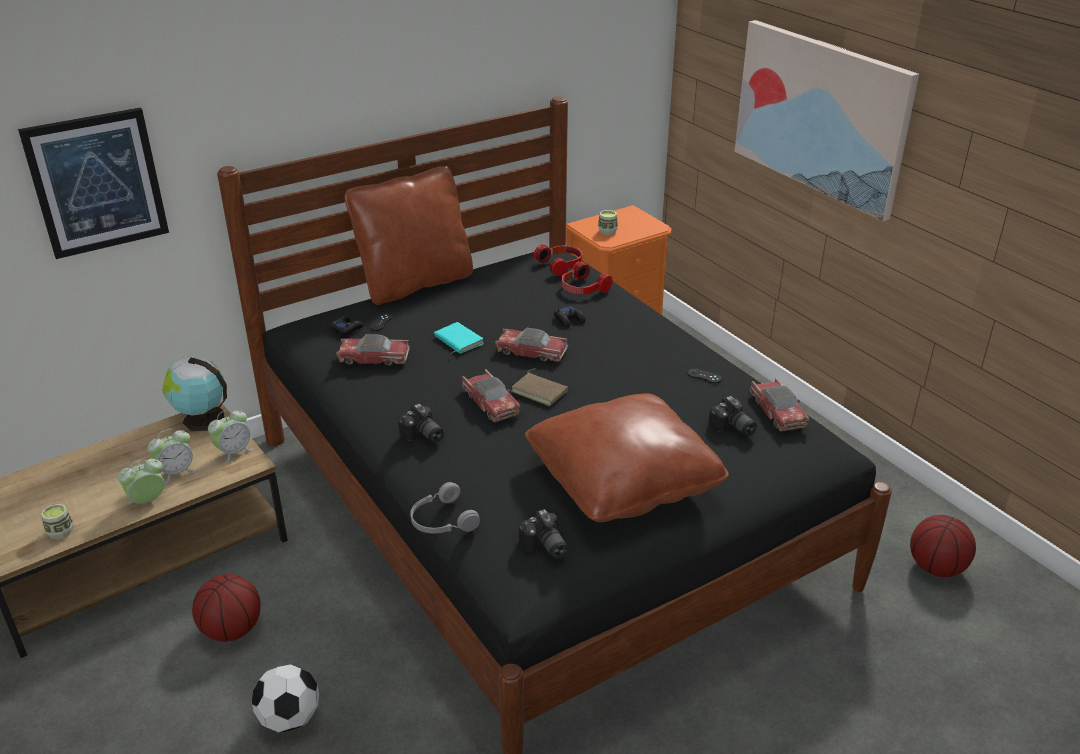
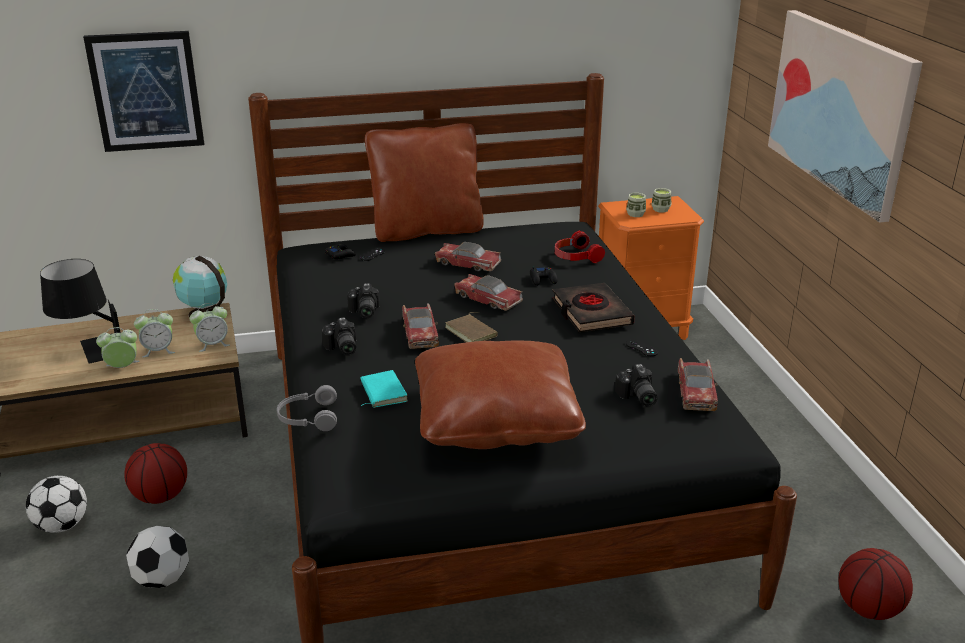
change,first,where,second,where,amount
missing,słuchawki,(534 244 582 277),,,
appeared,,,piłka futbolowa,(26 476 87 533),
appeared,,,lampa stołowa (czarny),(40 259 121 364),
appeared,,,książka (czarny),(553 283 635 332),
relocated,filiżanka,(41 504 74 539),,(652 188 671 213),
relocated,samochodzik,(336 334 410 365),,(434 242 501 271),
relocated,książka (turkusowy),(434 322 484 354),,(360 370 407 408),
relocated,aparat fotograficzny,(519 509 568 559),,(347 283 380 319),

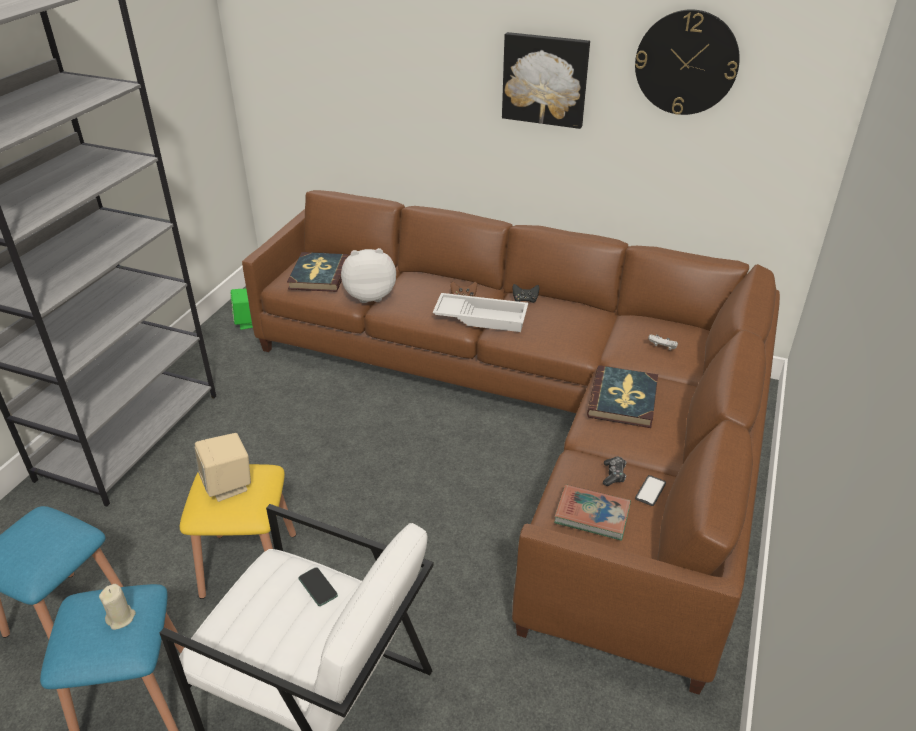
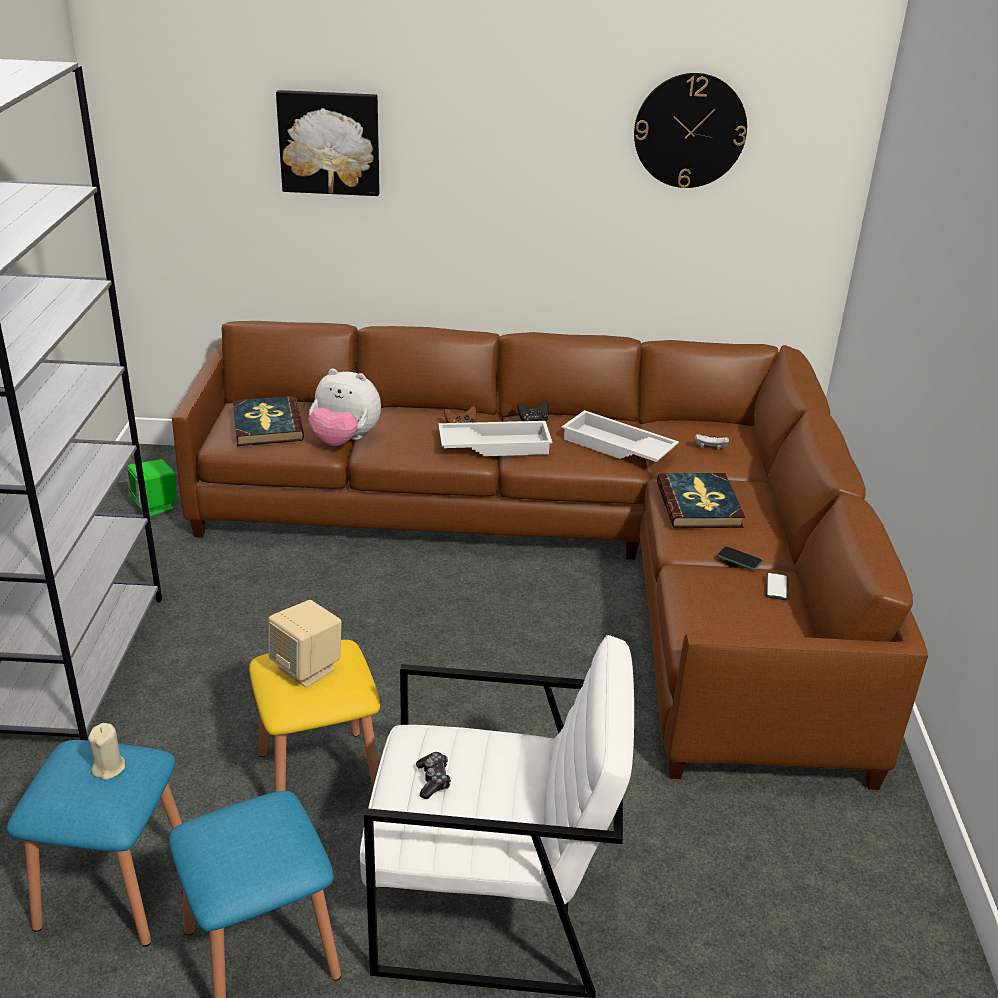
change,first,where,second,where,amount
missing,książka,(554 484 631 541),,,
appeared,,,taca (biały),(562 410 679 462),
relocated,świeca (beżowy),(99 584 136 630),,(88 723 125 780),
relocated,telefon,(299 567 338 606),,(717 546 762 570),
relocated,obraz,(502 32 590 129),,(276 90 380 196),
relocated,pad do gier,(603 457 627 486),,(416 752 451 799),
spun,pluszak,(341 248 396 303),,(308 369 381 446),135 degrees counterclockwise

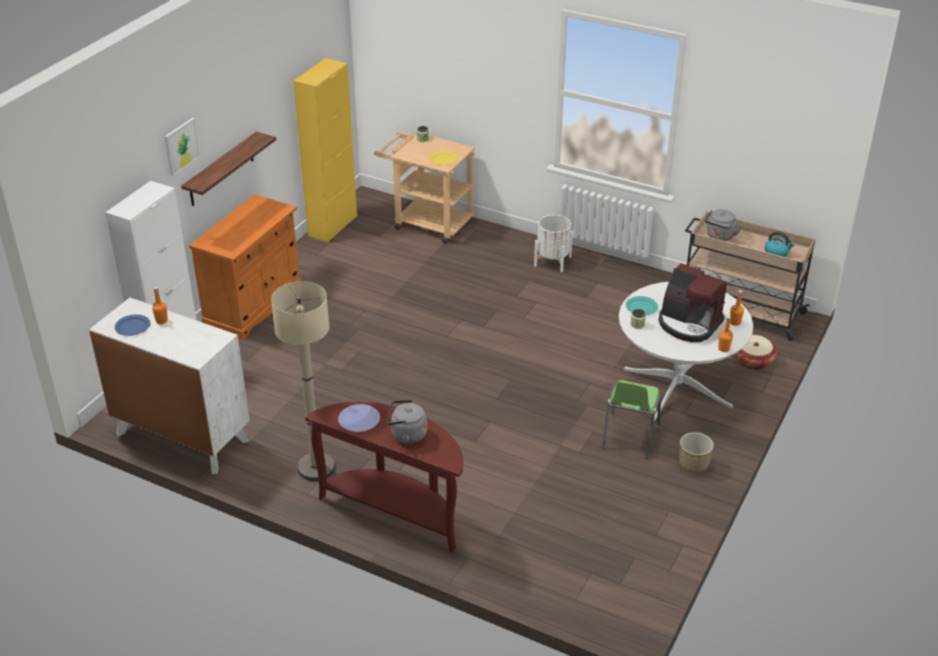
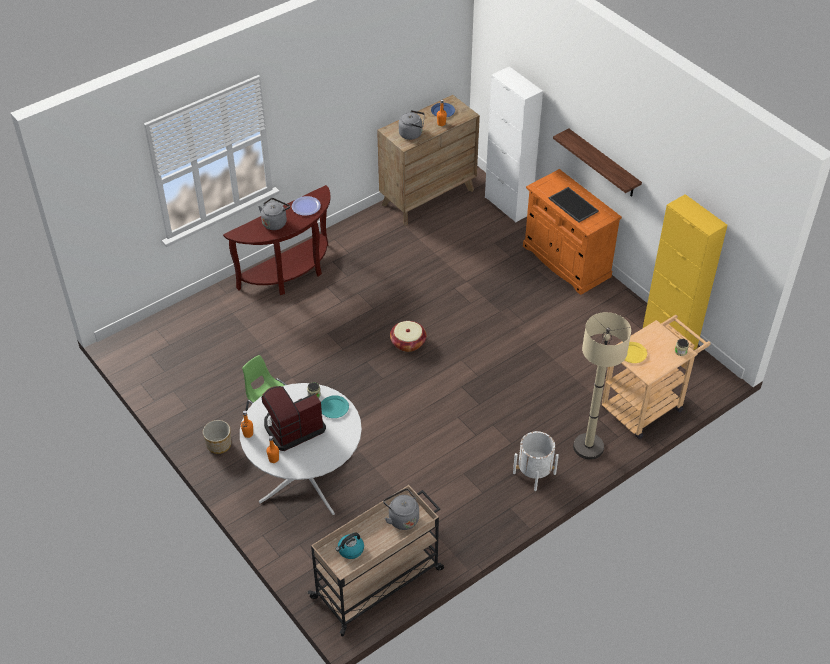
change,first,where,second,where,amount
missing,obraz,(165 118 200 176),,,
appeared,,,czajnik (szary),(399 110 425 140),
appeared,,,taca,(548 187 599 223),
relocated,lampa stojąca (beżowy),(271 281 335 481),,(573 312 631 460),
relocated,koszyk,(734 335 777 370),,(390 321 426 352),
colour,komoda (biały),(89 298 250 474),komoda (brązowy),(377 95 480 226),

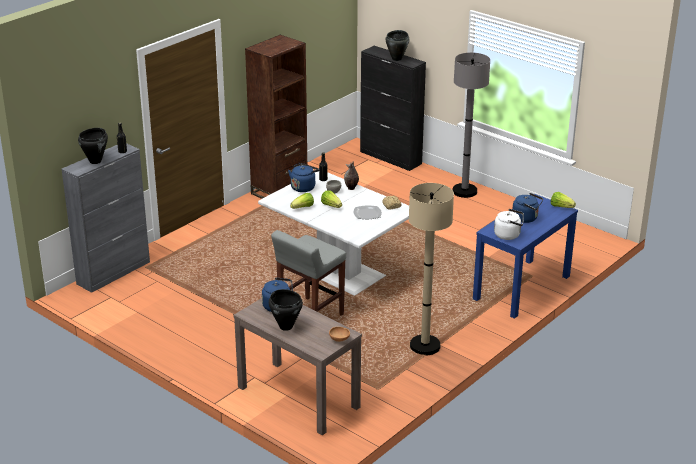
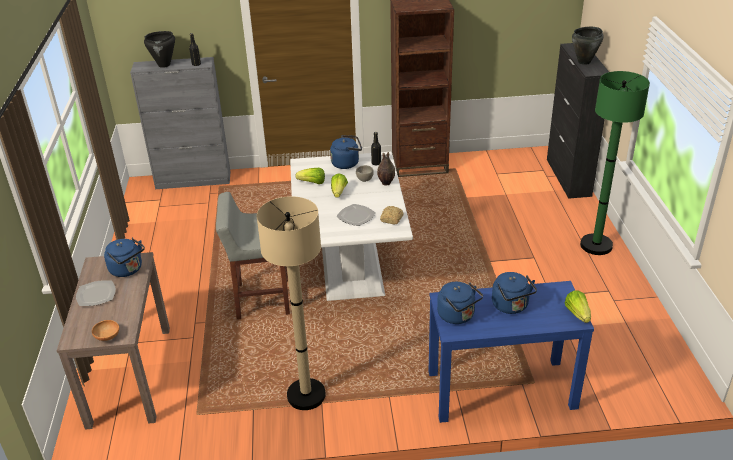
change,first,where,second,where,amount
exchanged,garnek (czarny),(269 289 303 331),talerz,(76 280 116 306),
colour,lampa stojąca (szary),(453 53 490 198),lampa stojąca (zielony),(580 71 650 255),
colour,czajnik (biały),(494 209 524 240),czajnik (niebieski),(437 282 483 324),

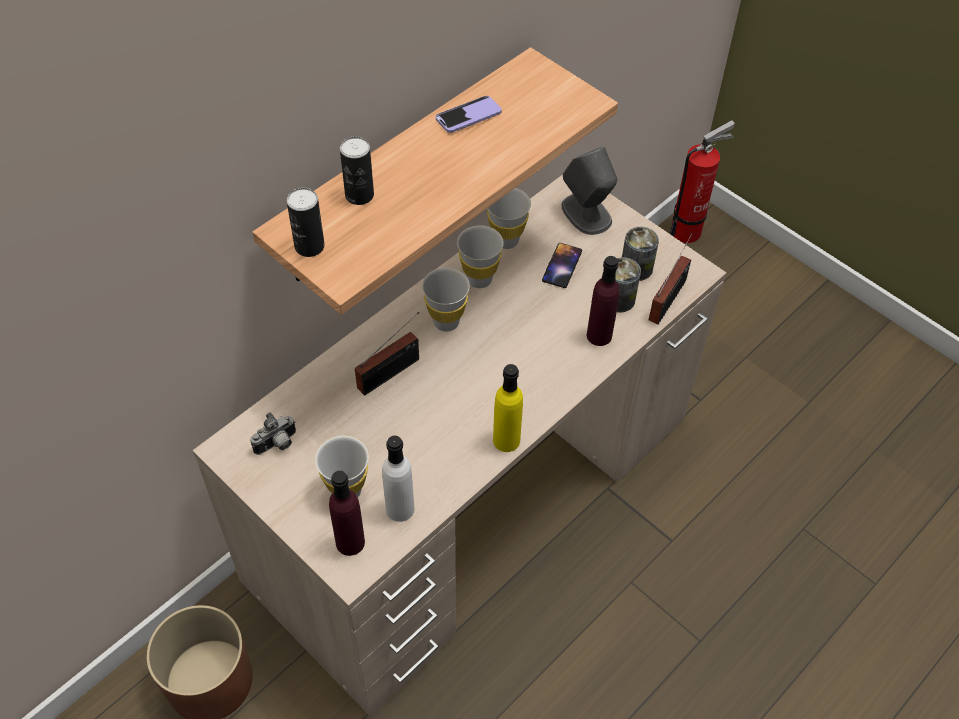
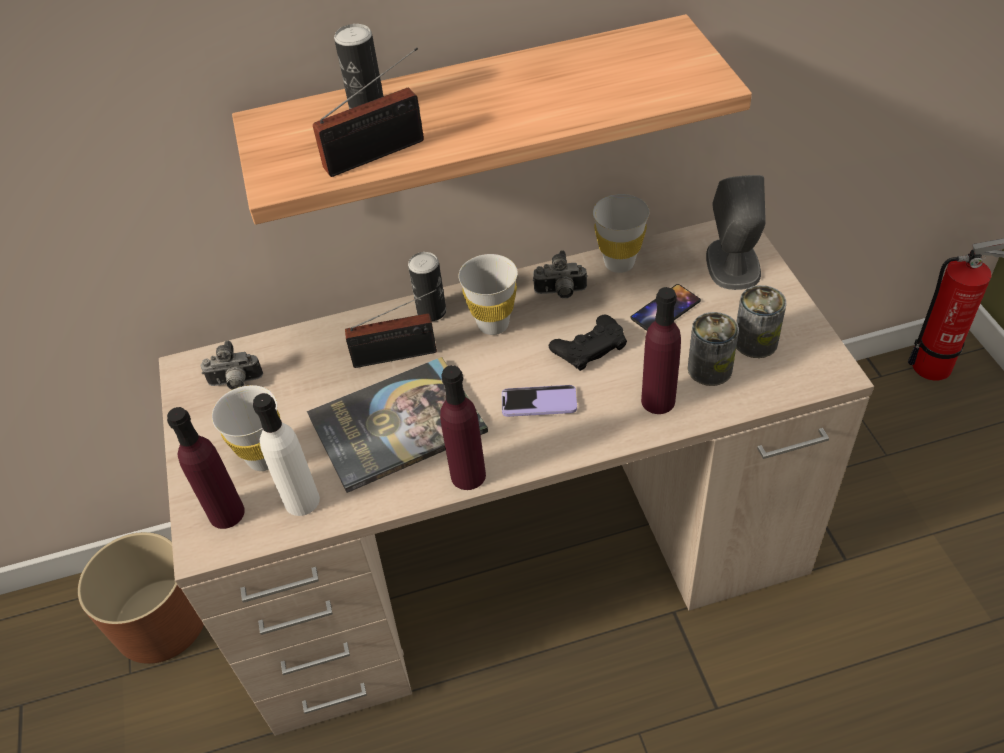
change,first,where,second,where,amount
appeared,,,książka,(307 357 488 493),
appeared,,,pad do gier (czarny),(549 315 627 371),
relocated,puszka,(287 188 325 257),,(408 252 446 321),
relocated,telefon,(436 96 502 133),,(502 385 577 417),
relocated,radio,(649 233 692 324),,(313 47 424 177),
exchanged,filiżanka (biały),(457 225 504 288),aparat fotograficzny,(533 250 587 298),
colour,butelka (żółty),(493 364 523 452),butelka (fioletowy),(440 365 486 490),

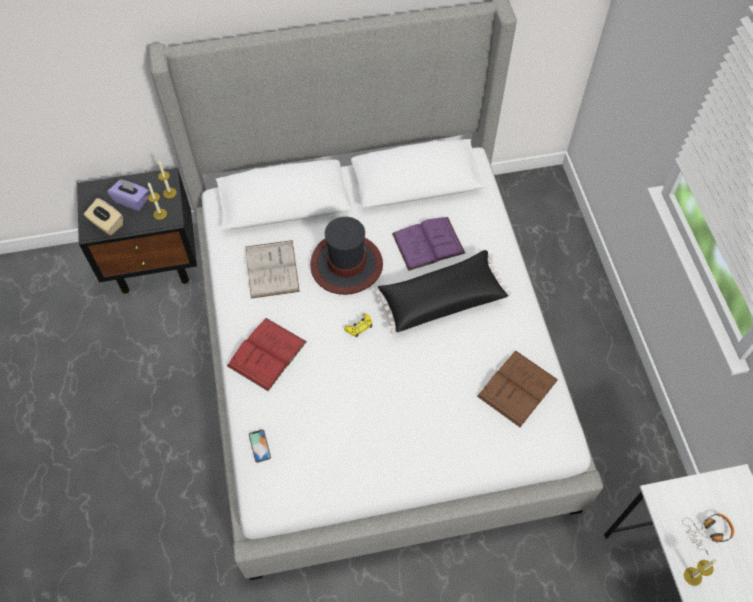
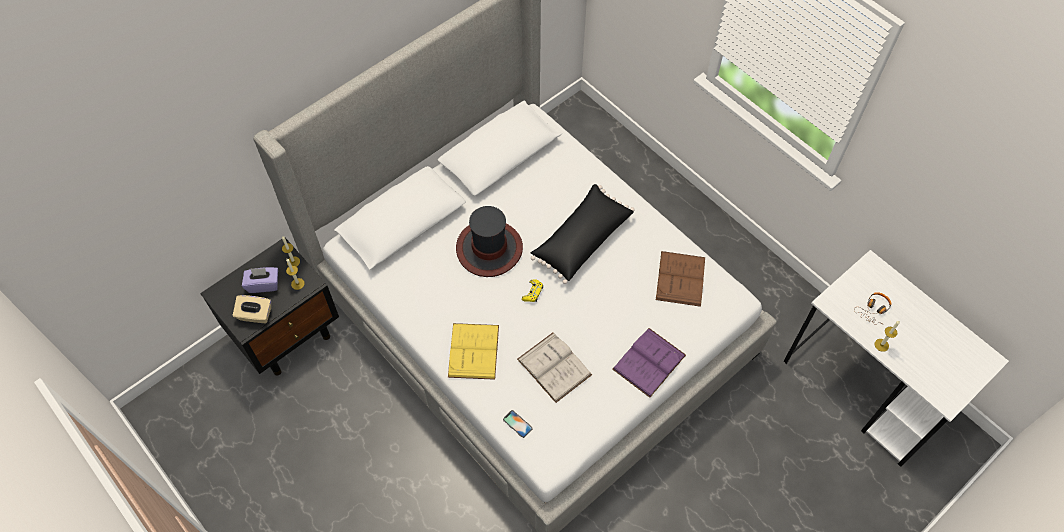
change,first,where,second,where,amount
relocated,książka (biały),(246 240 300 299),,(517 333 592 403),
relocated,książka (fioletowy),(392 217 466 271),,(612 328 686 398),
colour,książka (czerwony),(227 318 307 391),książka (żółty),(448 323 499 380),

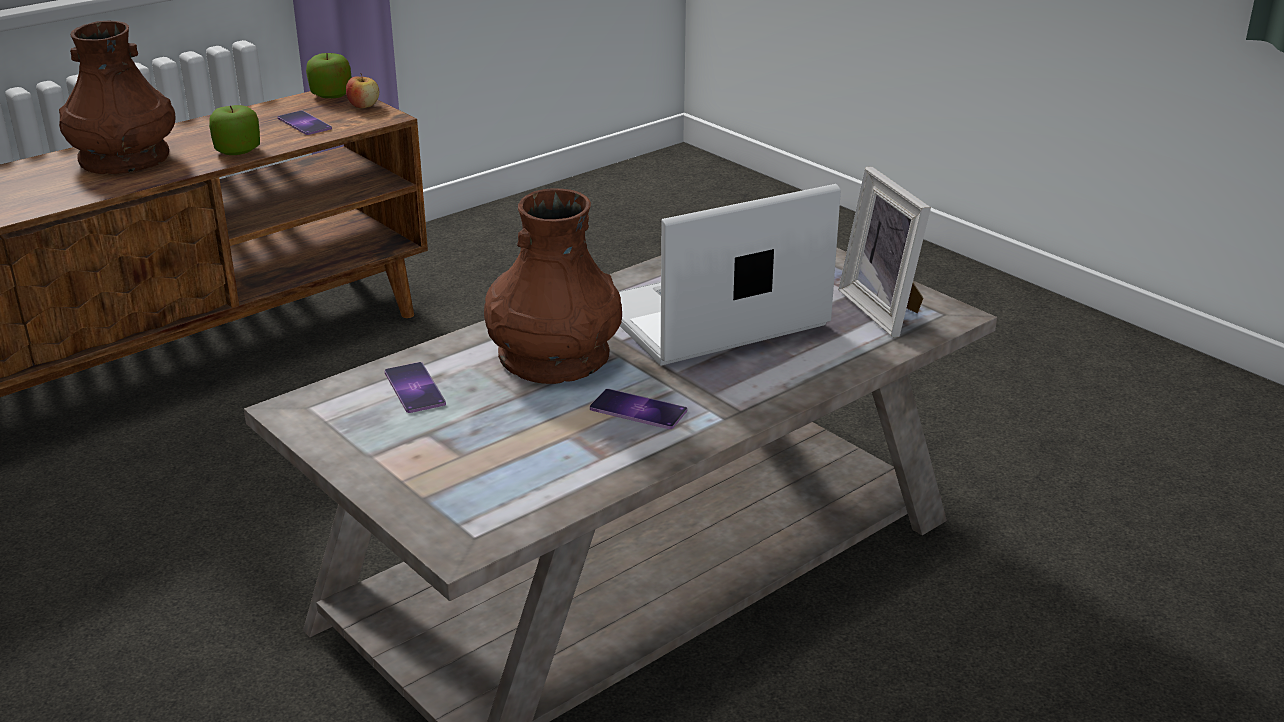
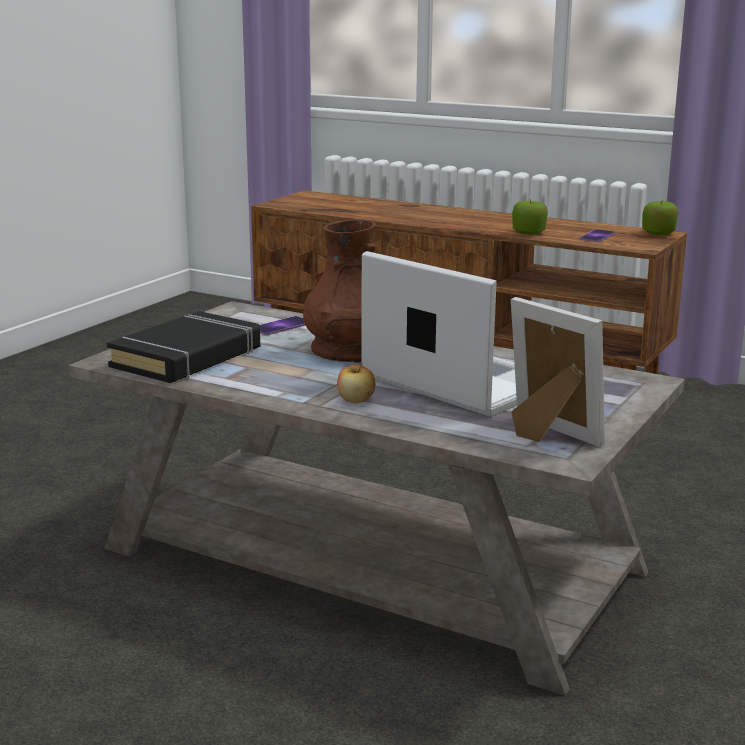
change,first,where,second,where,amount
missing,wazon (brązowy),(59 21 176 174),,,
missing,telefon,(590 389 687 429),,,
appeared,,,książka (czarny),(107 311 260 383),
relocated,jabłko,(346 73 379 108),,(337 363 375 403),
spun,ramka na zdjęcie,(838 167 931 337),,(511 297 605 447),90 degrees clockwise

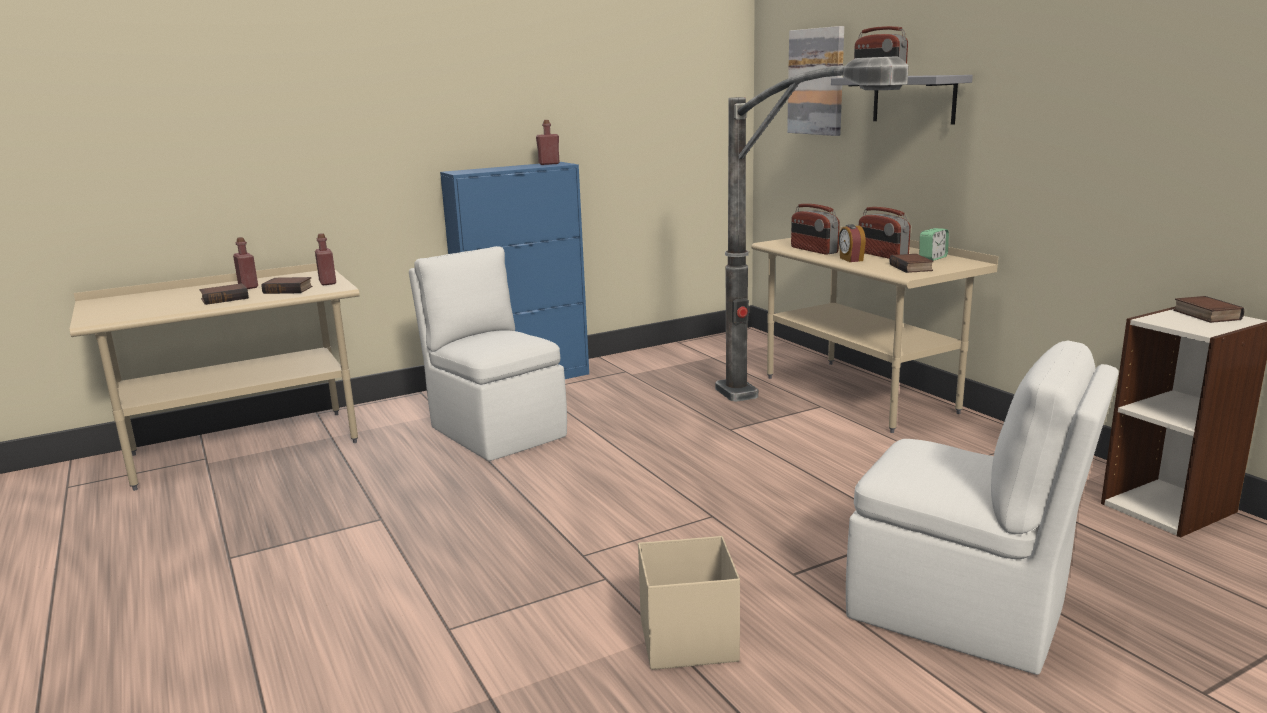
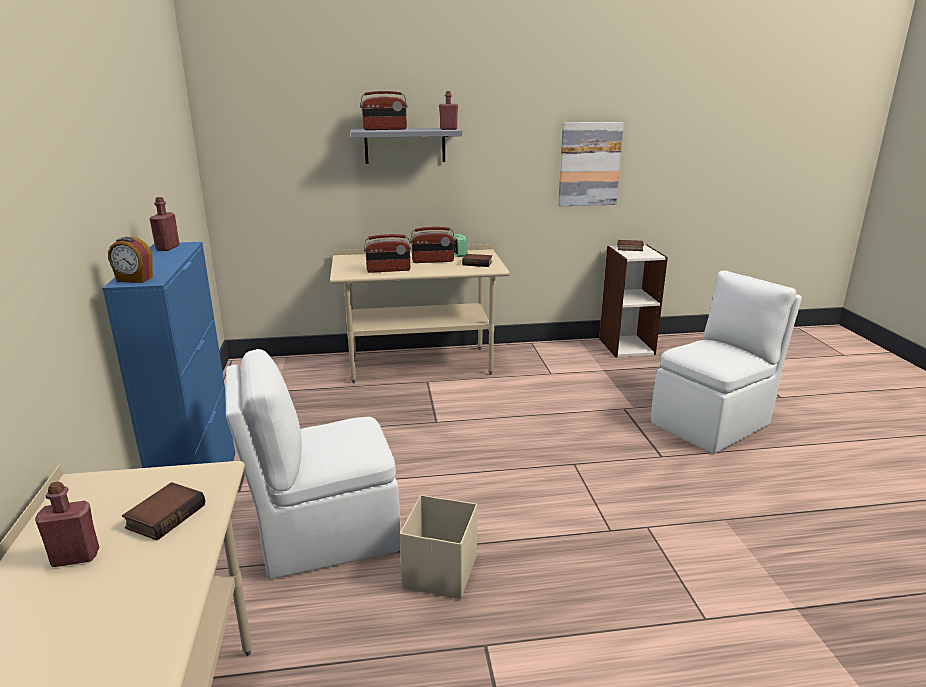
change,first,where,second,where,amount
missing,książka,(199 283 249 305),,,
missing,lampa stojąca,(715 56 909 402),,,
relocated,butelka (czerwony),(315 233 336 285),,(439 91 458 130),
relocated,pojemnik do przechowywania (beżowy),(638 536 740 670),,(400 495 477 599),
relocated,obraz,(787 26 844 136),,(558 122 624 206),
relocated,budzik,(839 224 866 262),,(108 237 153 283),

